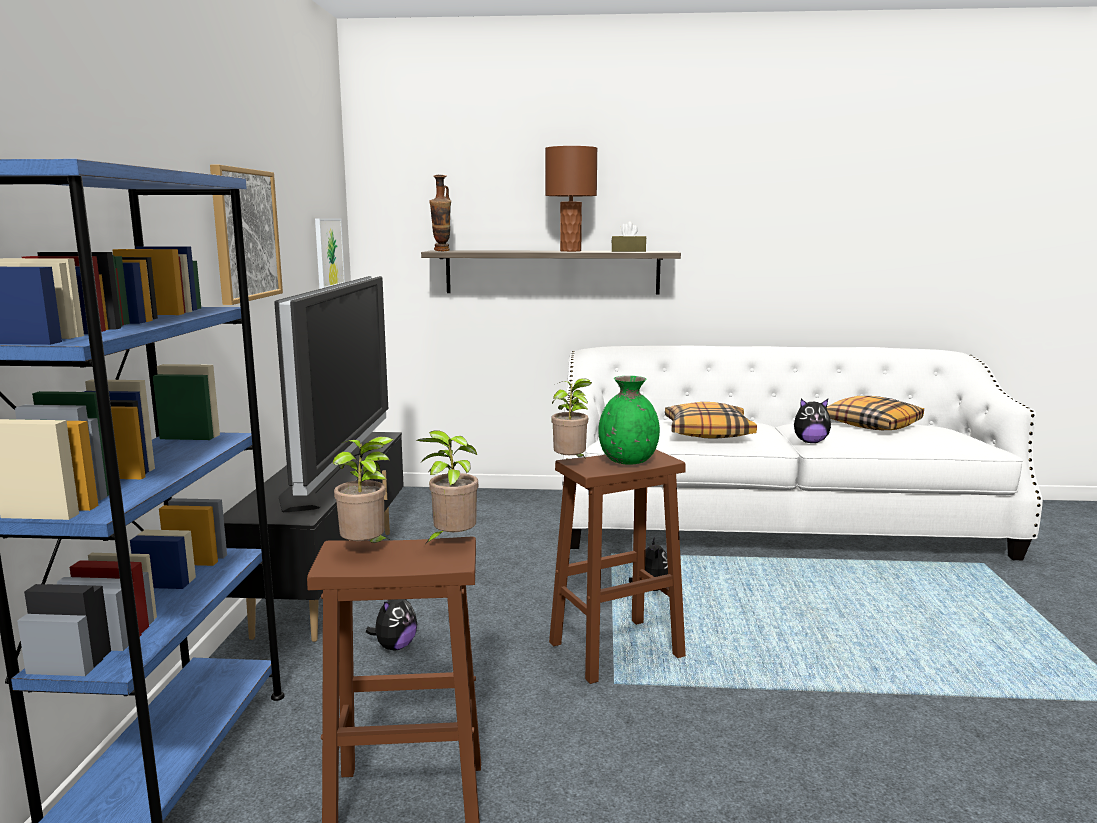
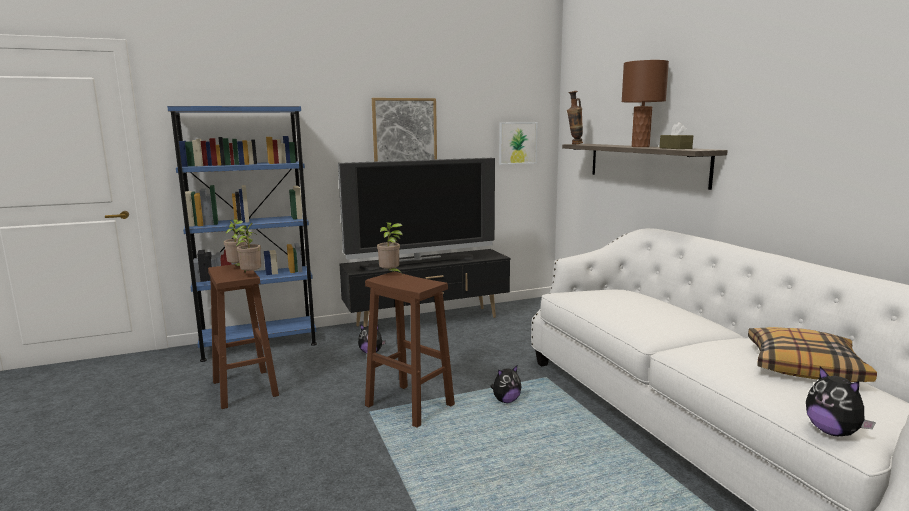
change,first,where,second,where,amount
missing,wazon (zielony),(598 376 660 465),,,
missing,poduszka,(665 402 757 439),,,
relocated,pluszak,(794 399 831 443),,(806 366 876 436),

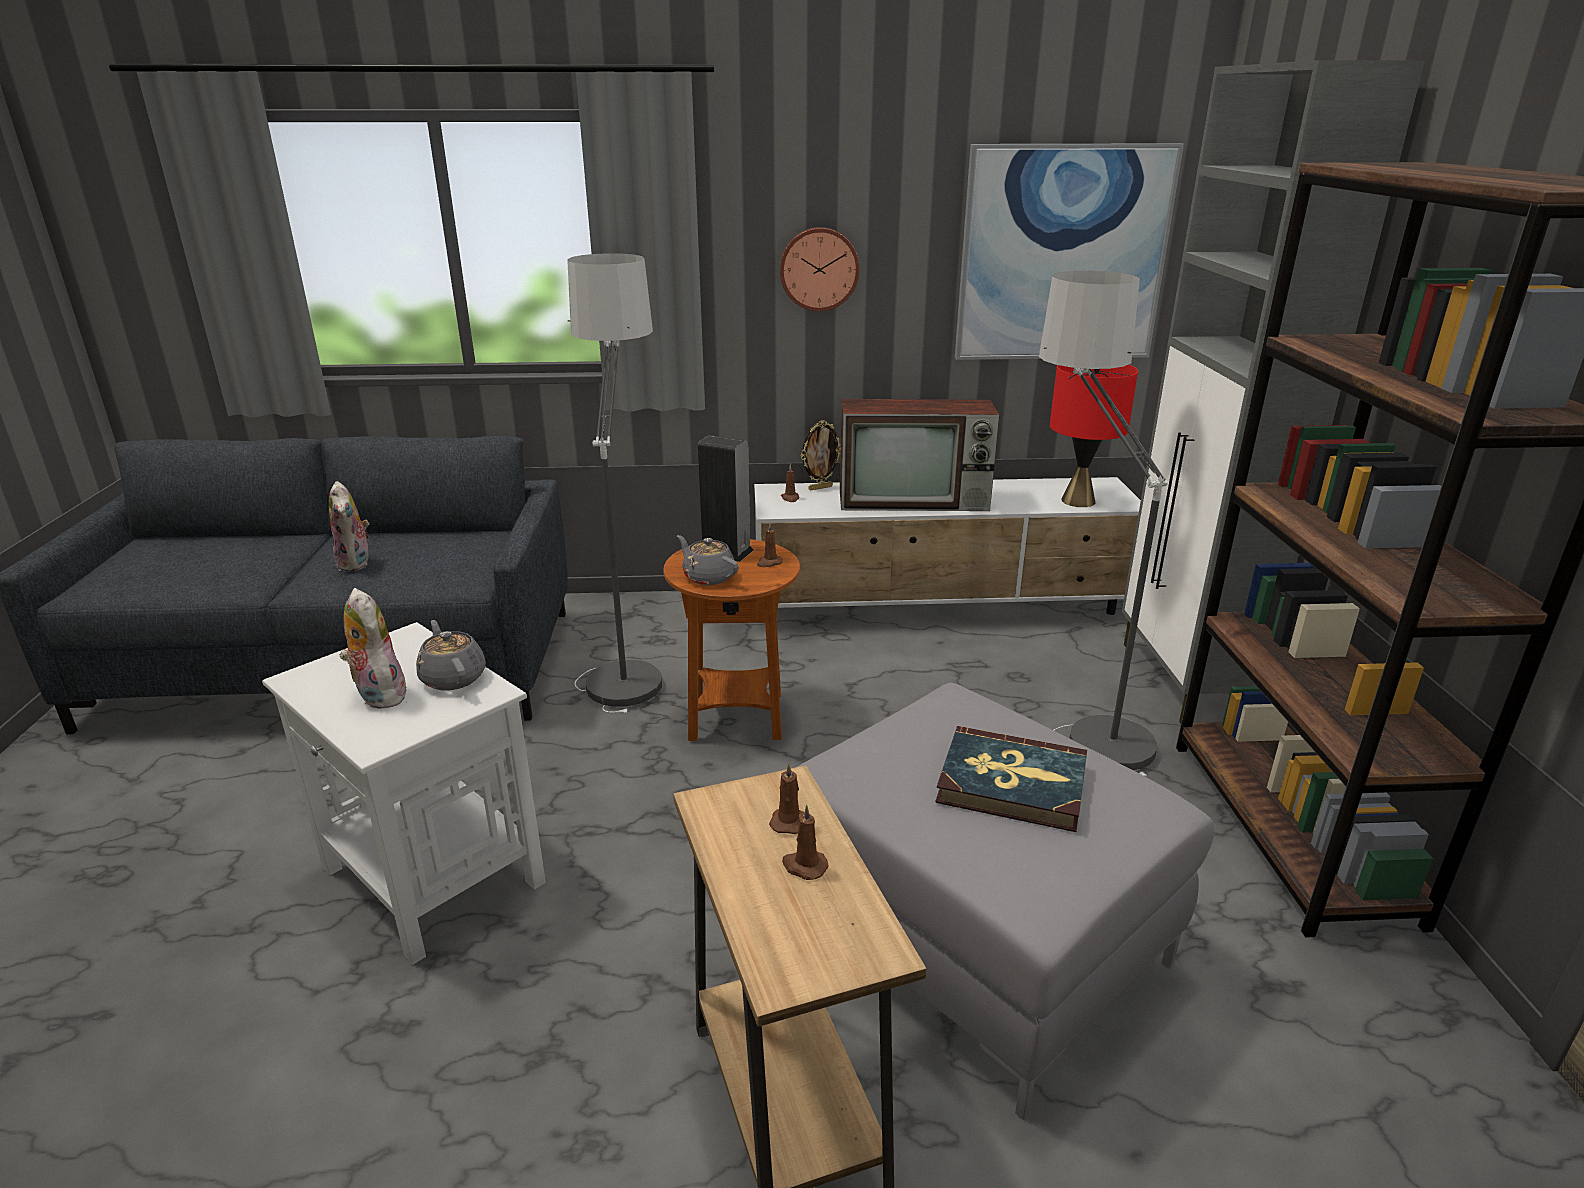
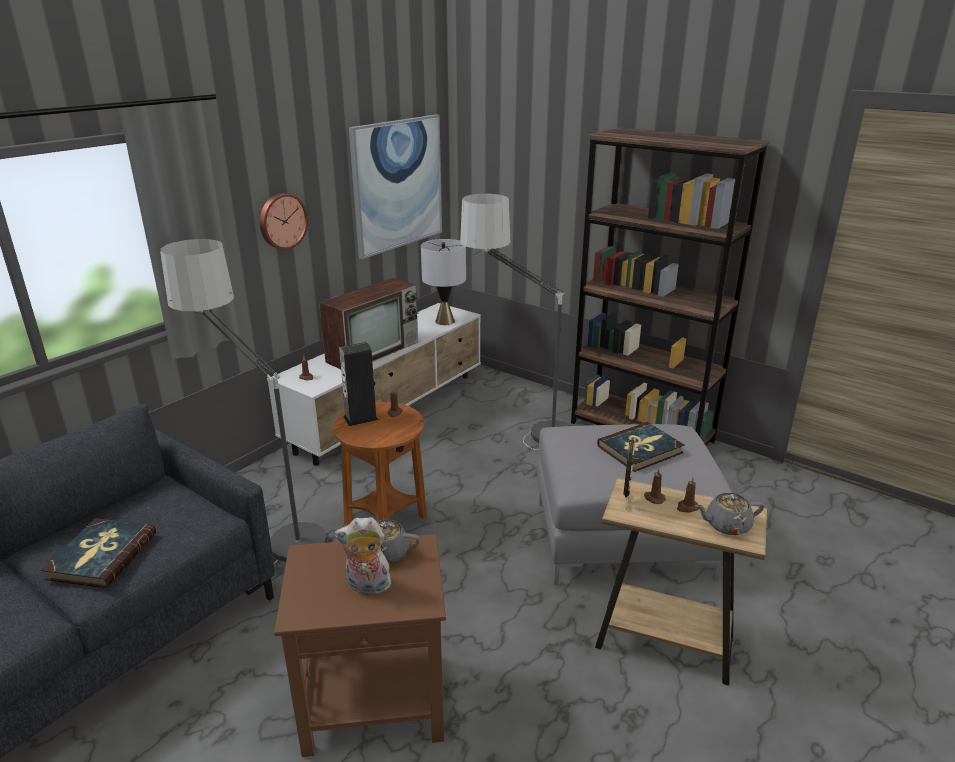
change,first,where,second,where,amount
missing,szafka (szary),(1122 60 1425 724),,,
relocated,imbryk (szary),(677 535 739 585),,(695 493 764 535),
relocated,ramka na zdjęcie,(801 420 841 491),,(623 437 636 510),
exchanged,pluszak,(329 481 369 572),książka,(41 518 156 588),
colour,stolik (biały),(262 622 546 965),stolik (brązowy),(274 534 446 757),
colour,lampa stołowa (czerwony),(1050 364 1138 507),lampa stołowa (szary),(421 239 466 325),

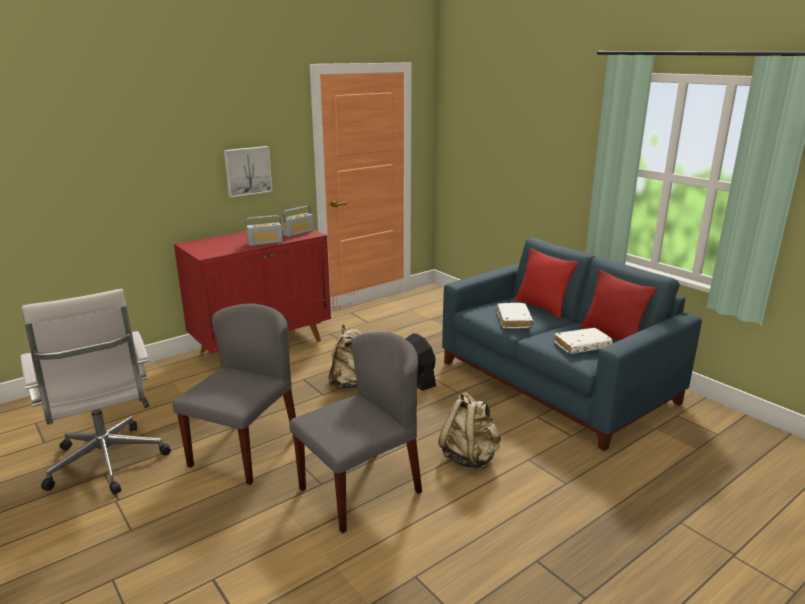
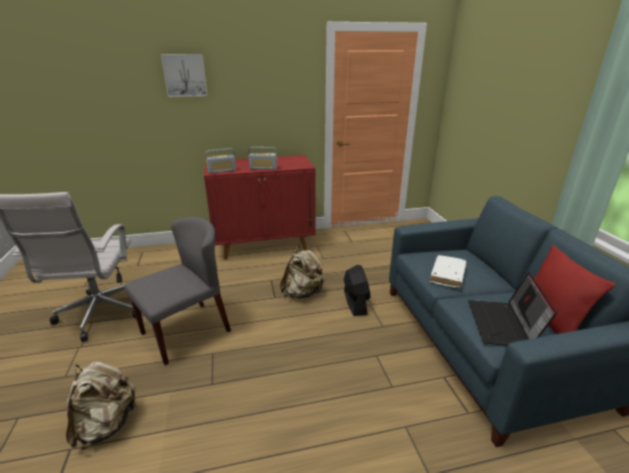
change,first,where,second,where,amount
missing,krzesło (szary),(289 332 422 533),,,
missing,poduszka (czerwony),(514 248 578 318),,,
relocated,obraz,(224 146 273 197),,(161 54 208 97),
relocated,radio,(282 206 314 237),,(205 148 236 174),
relocated,plecak (beżowy),(438 392 501 469),,(66 361 137 449),
exchanged,książka (biały),(554 328 613 354),laptop,(468 272 557 346),

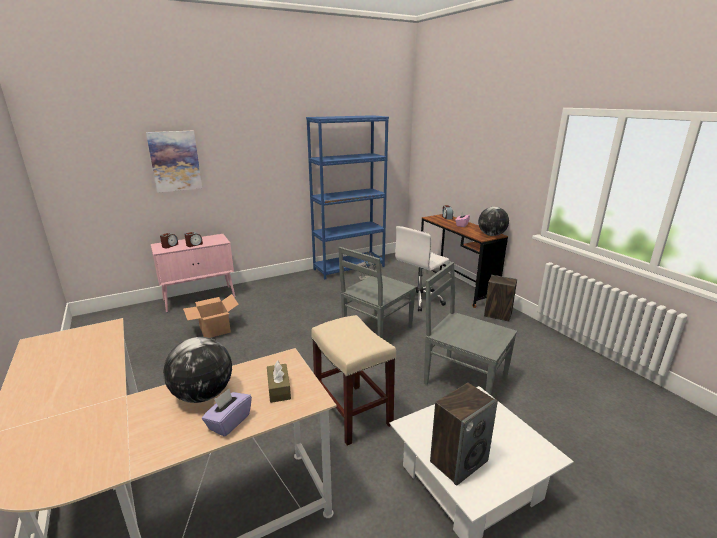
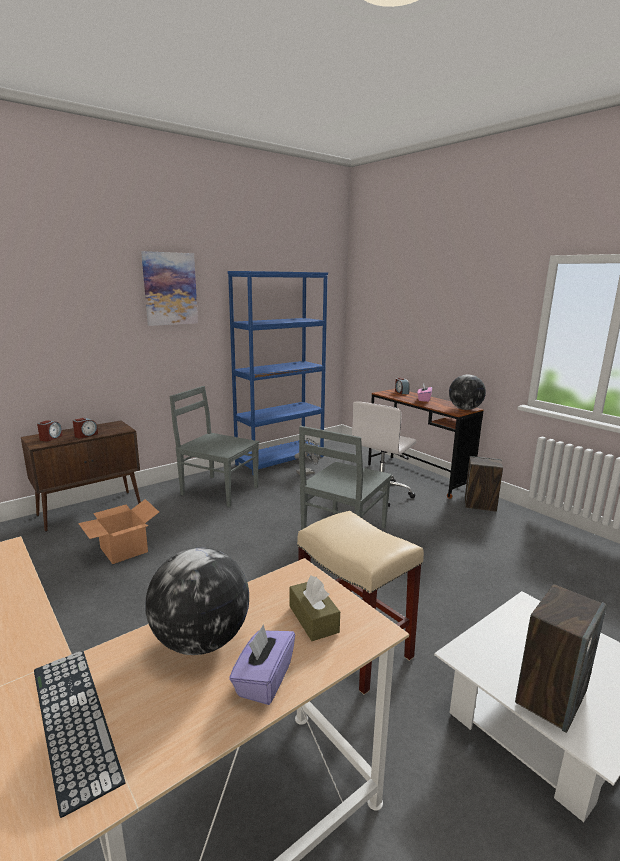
change,first,where,second,where,amount
appeared,,,klawiatura,(34 651 126 818),
relocated,obraz,(146 131 202 193),,(141 251 198 326),
relocated,krzesło (szary),(424 262 517 395),,(170 386 259 507),
colour,szafka (różowy),(151 234 236 312),szafka (brązowy),(21 420 141 532),

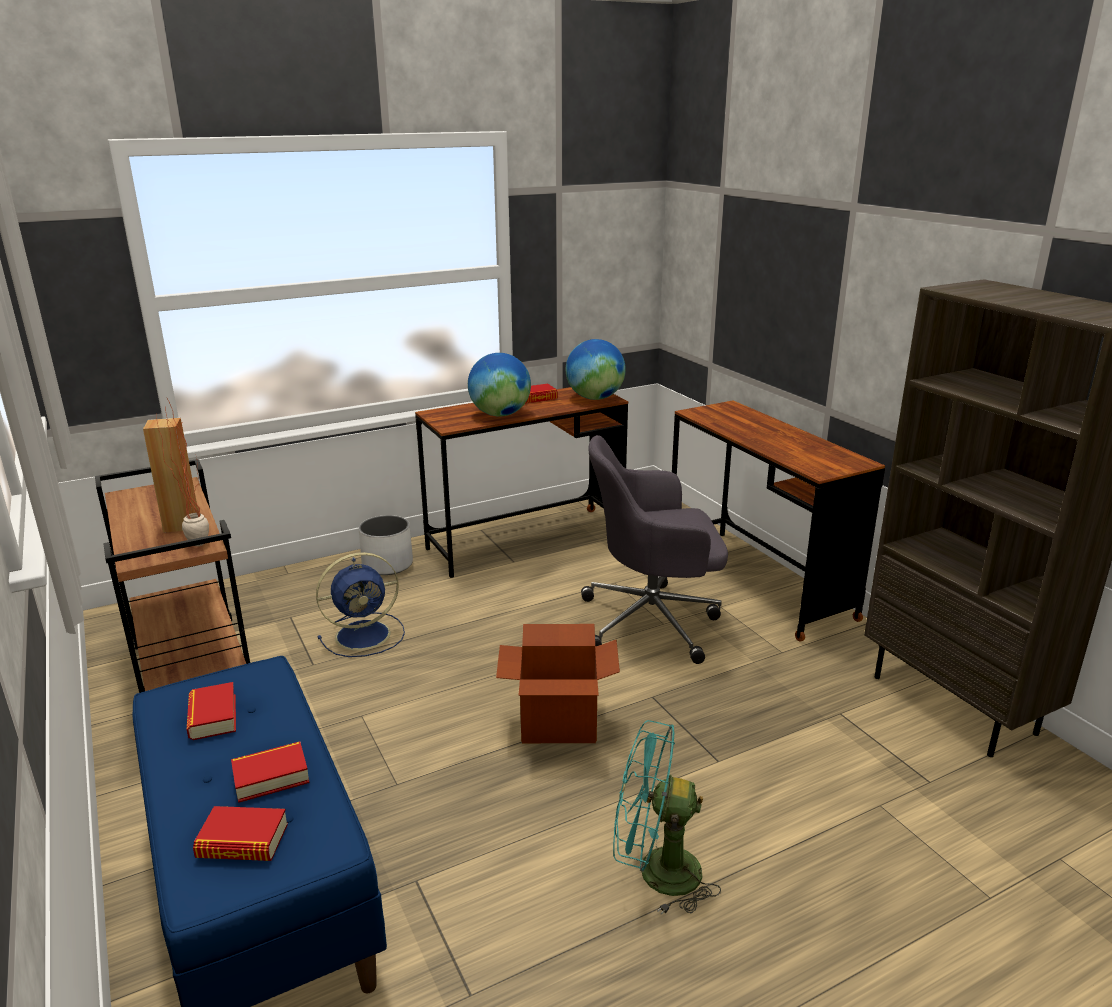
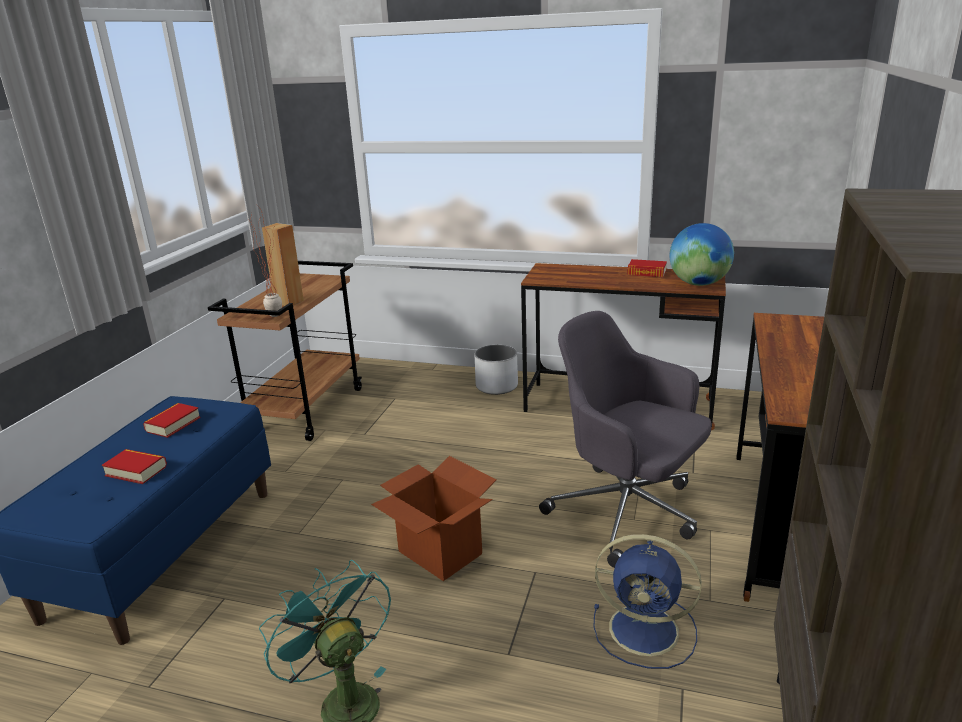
change,first,where,second,where,amount
missing,książka,(193 806 288 861),,,
missing,globus,(468 353 531 416),,,
relocated,wentylator (niebieski),(316 552 405 657),,(593 534 702 669),

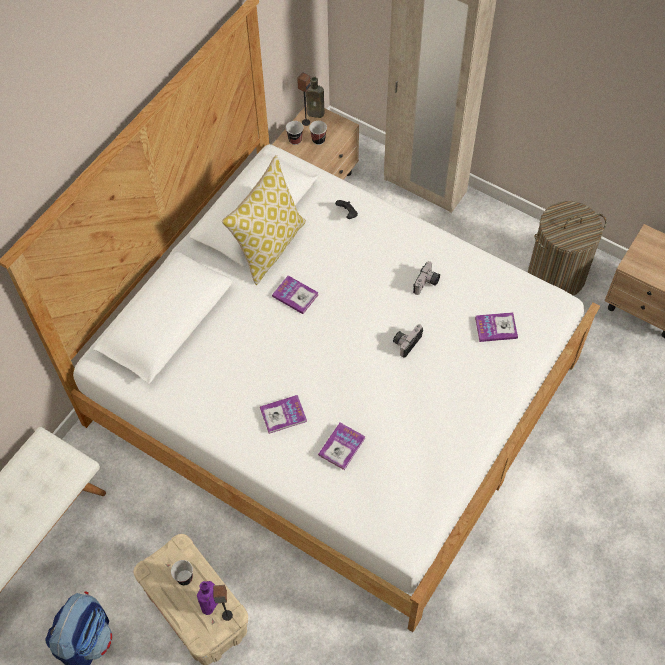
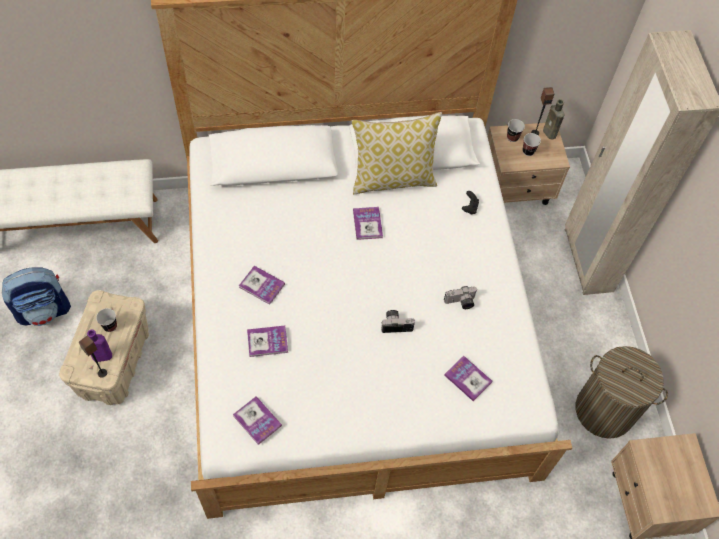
change,first,where,second,where,amount
appeared,,,książka,(233 396 282 445),

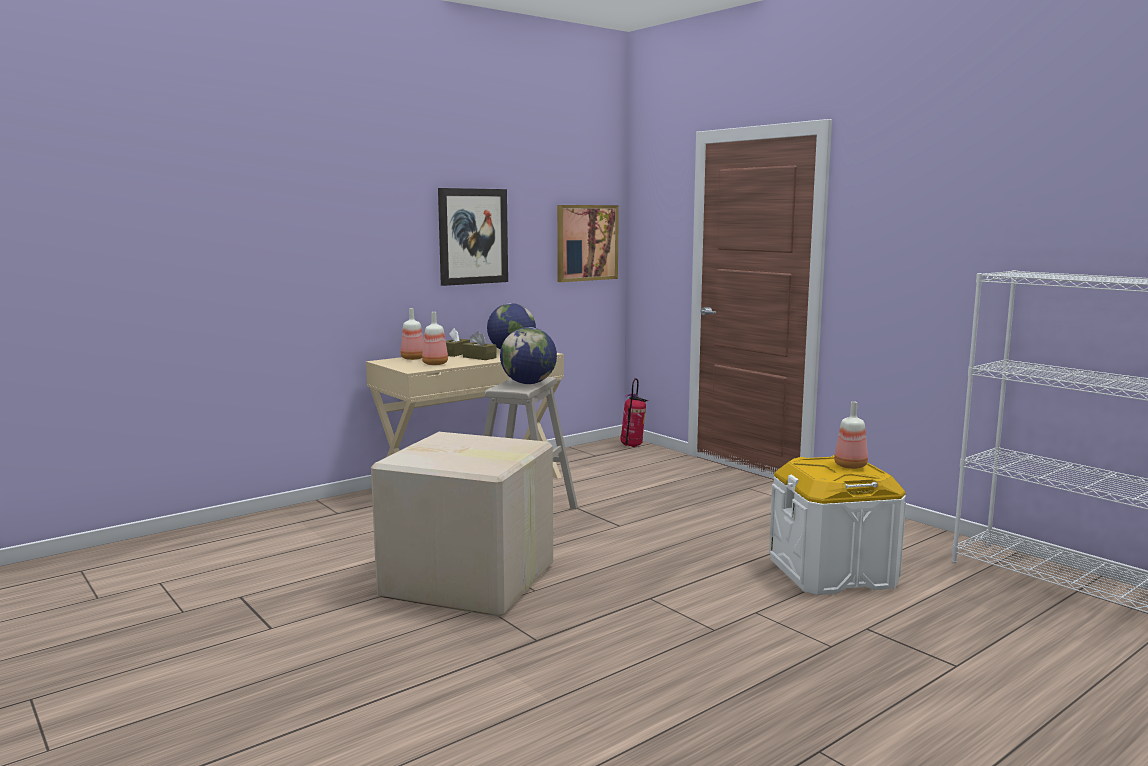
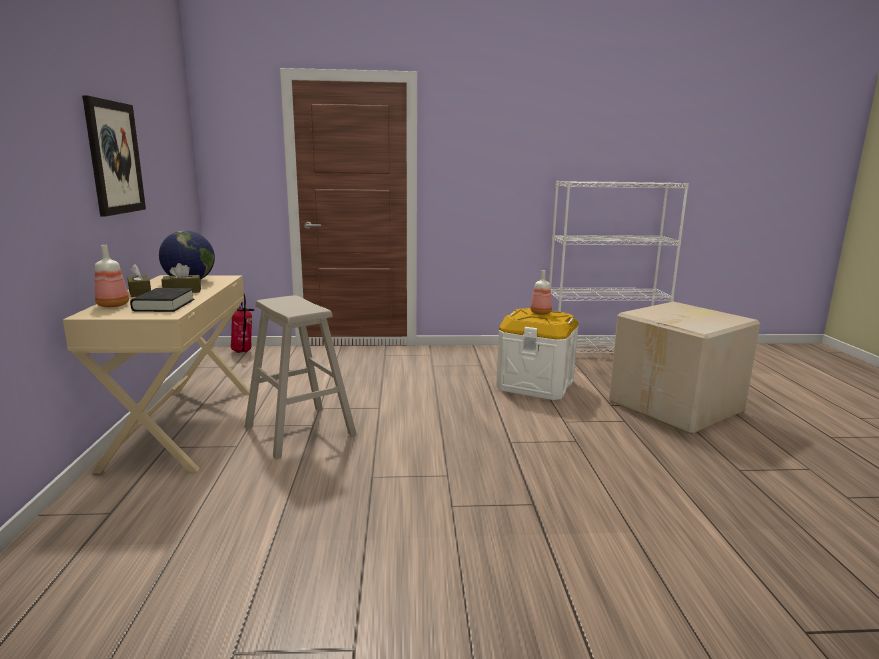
change,first,where,second,where,amount
missing,globus,(500 327 557 384),,,
missing,obraz,(557 205 619 282),,,
relocated,karton,(371 432 553 617),,(609 302 760 434),
exchanged,butelka,(422 312 448 365),książka (czarny),(130 288 194 312),

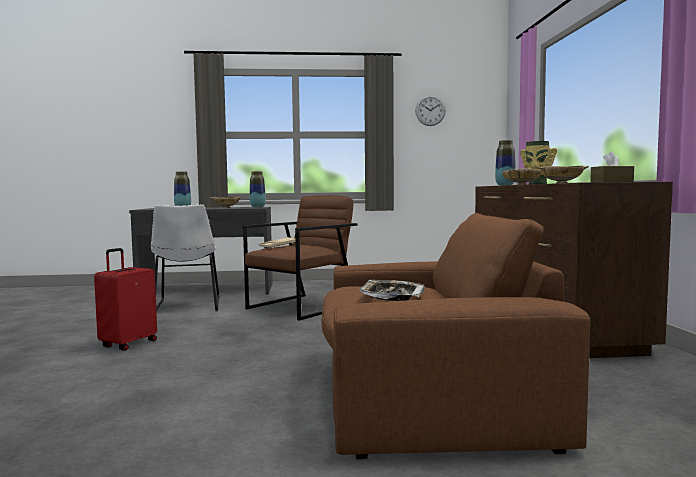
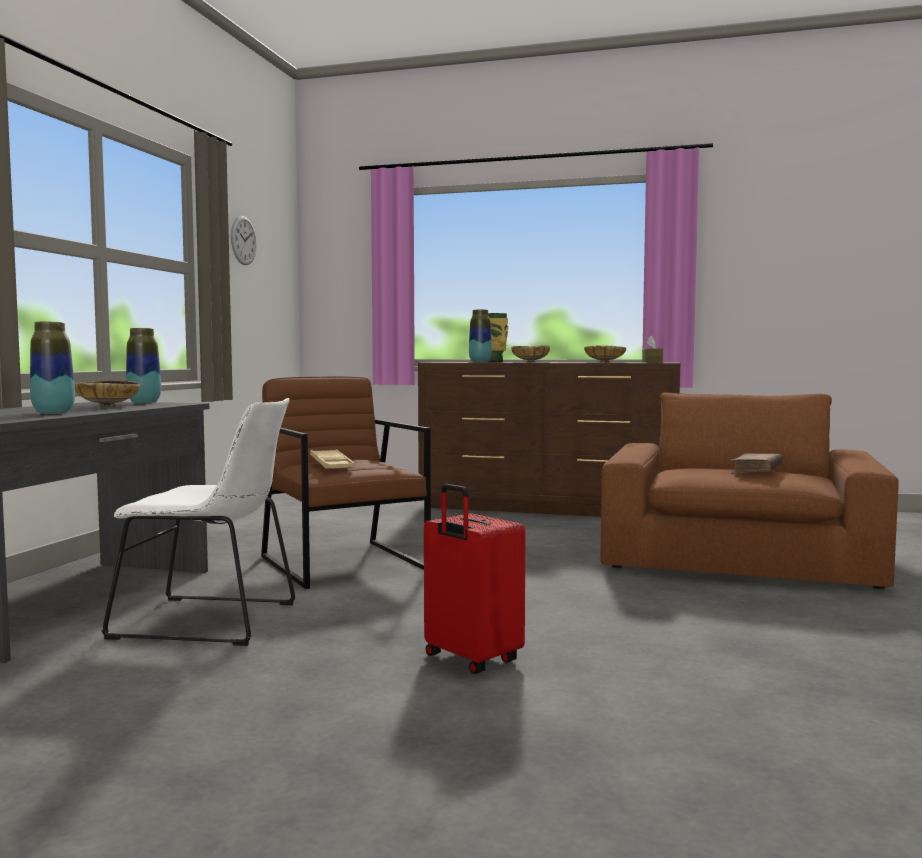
change,first,where,second,where,amount
exchanged,taca,(359 280 425 301),książka (brązowy),(731 453 783 474),

